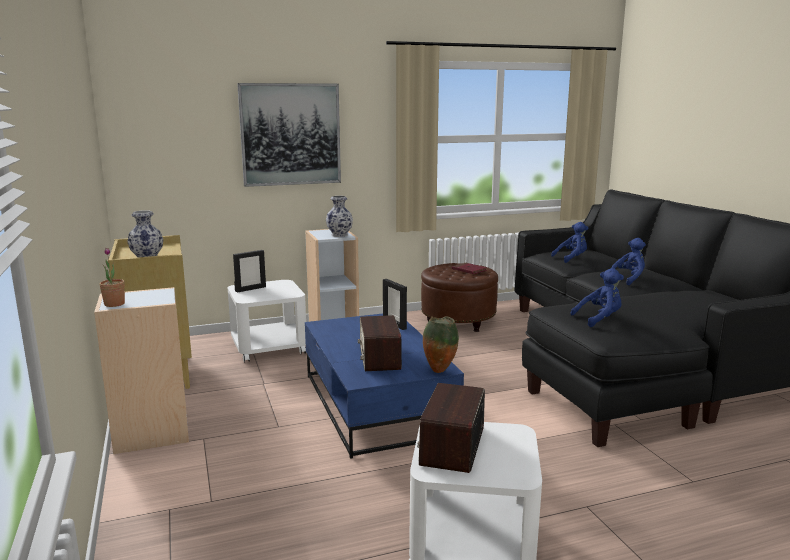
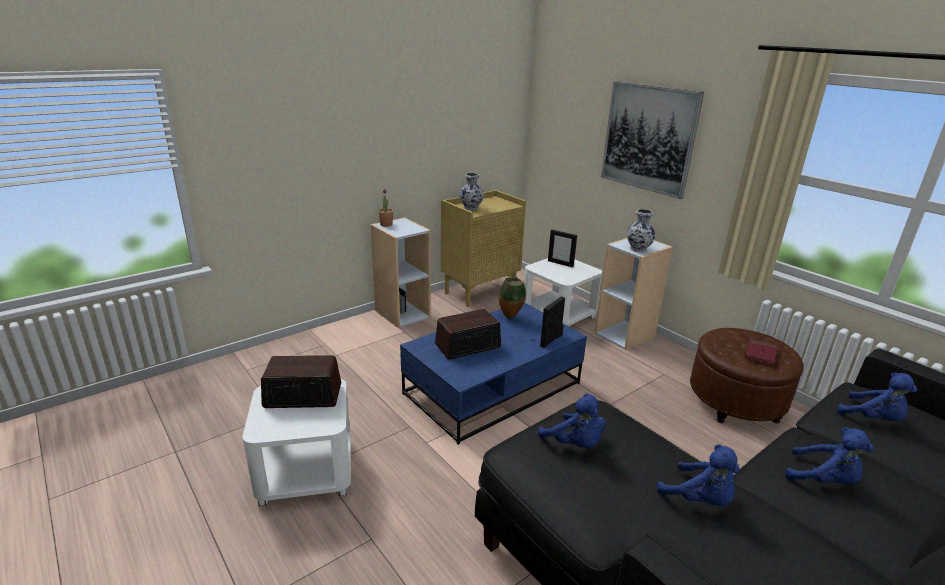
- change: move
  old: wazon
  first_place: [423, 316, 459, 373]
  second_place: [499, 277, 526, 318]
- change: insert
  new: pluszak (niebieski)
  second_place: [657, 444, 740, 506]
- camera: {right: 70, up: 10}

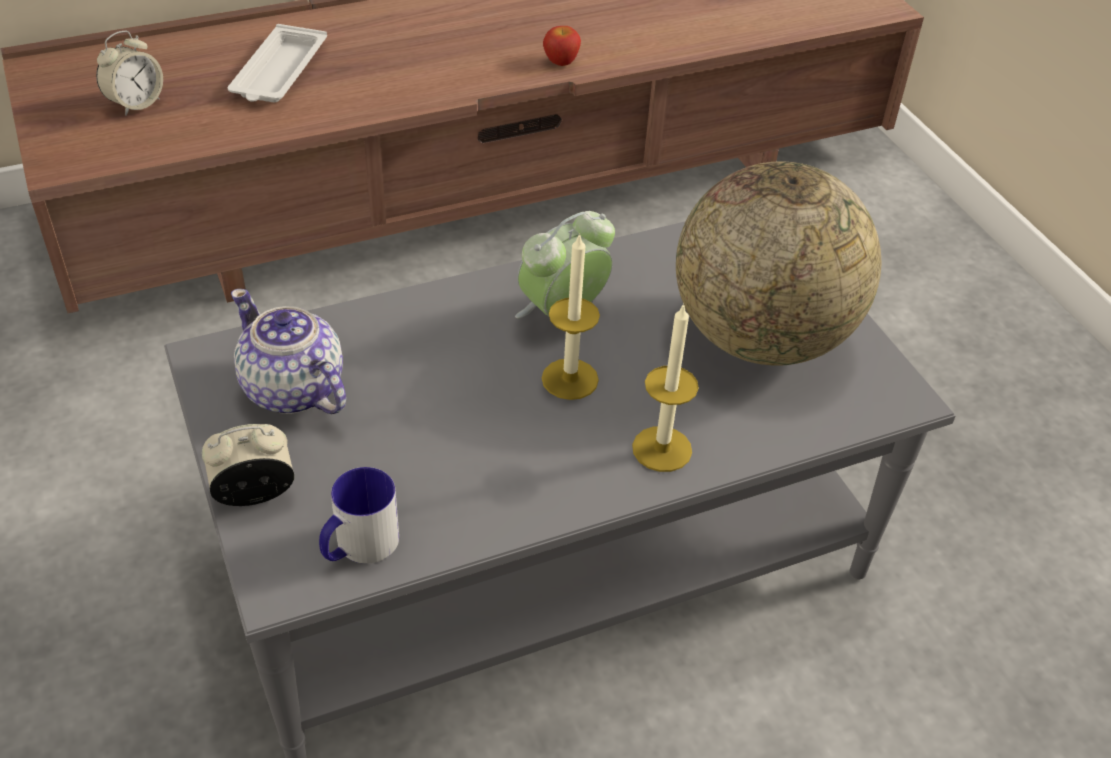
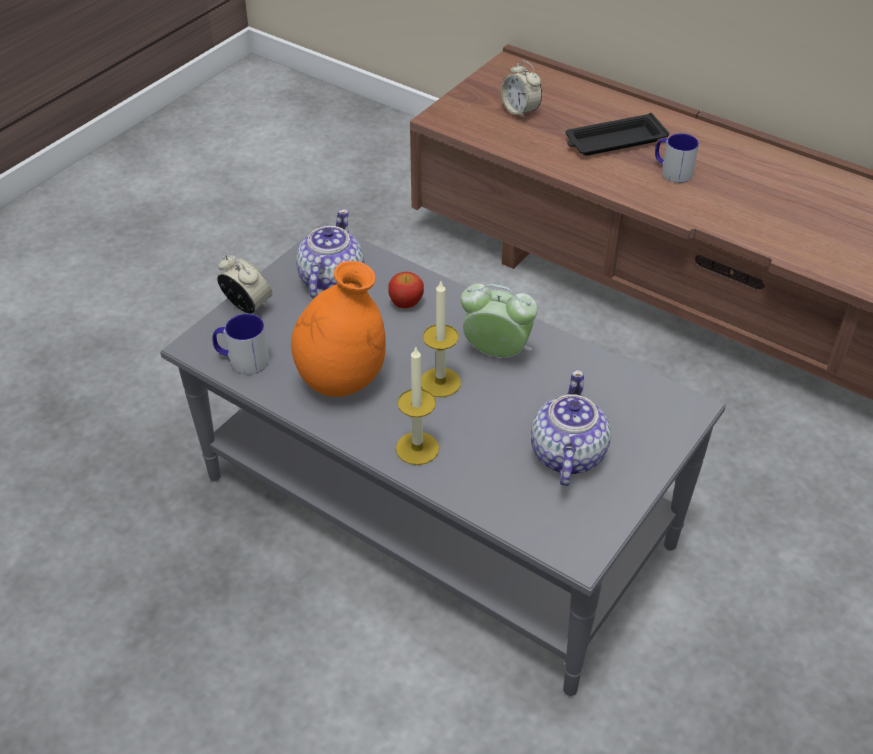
- change: rotate
  old: budzik
  first_place: [96, 31, 163, 116]
  second_place: [501, 60, 542, 119]
  degrees: 45
- change: recolor
  old: taca (biały)
  new: taca (czarny)
  first_place: [228, 24, 327, 102]
  second_place: [565, 113, 669, 156]
- change: move
  old: jabłko
  first_place: [543, 26, 581, 66]
  second_place: [388, 272, 424, 308]
- change: replace
  old: globus
  new: imbryk
  first_place: [676, 162, 881, 366]
  second_place: [531, 370, 611, 486]
- change: insert
  new: wazon (pomarańczowy)
  second_place: [291, 261, 386, 397]
- change: insert
  new: kubek
  second_place: [655, 133, 699, 183]
- camera: {right: 60, up: 0}

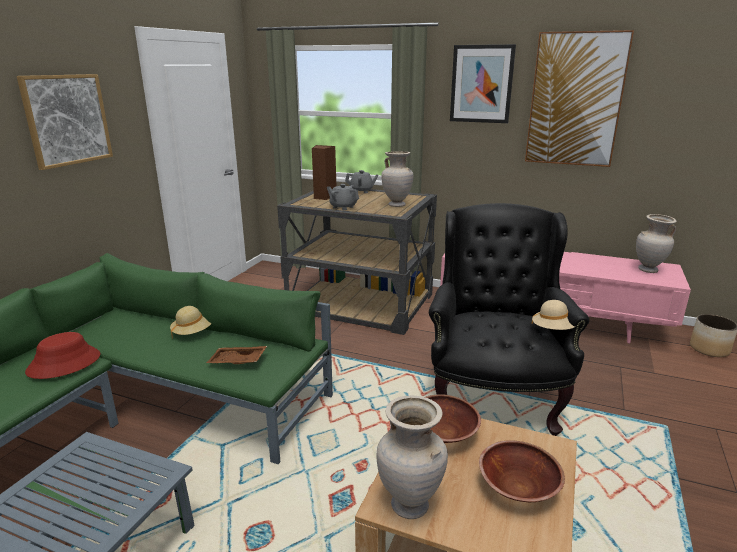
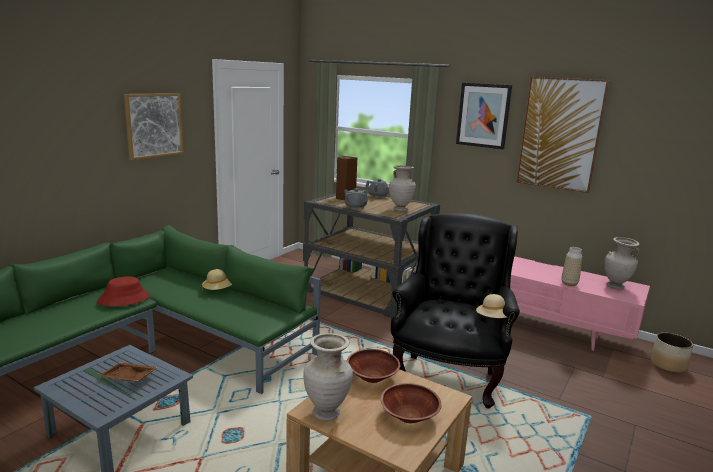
- change: move
  old: taca (brązowy)
  first_place: [206, 346, 267, 364]
  second_place: [99, 363, 157, 381]
- change: insert
  new: wazon
  second_place: [562, 247, 582, 286]
- camera: {right: 10, up: -5}

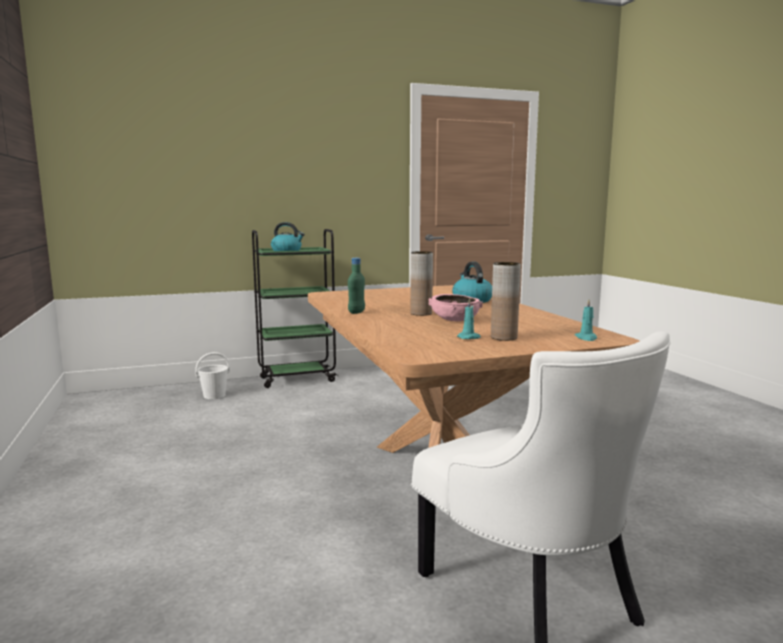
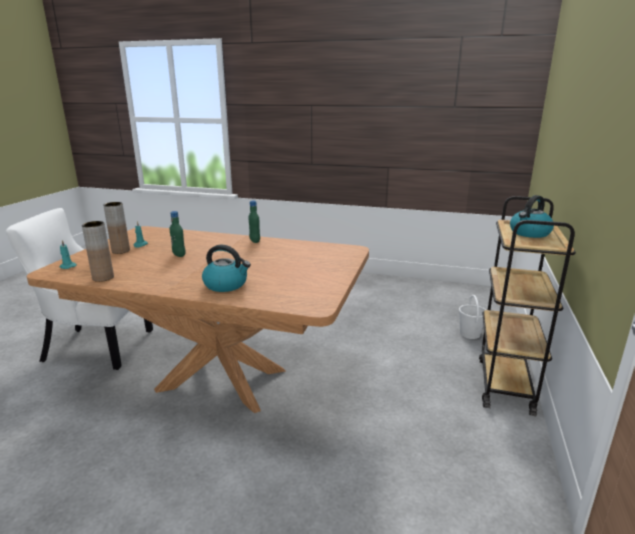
- change: recolor
  old: wózek (zielony)
  new: wózek (brązowy)
  first_place: [252, 229, 339, 388]
  second_place: [479, 196, 576, 416]
- change: move
  old: wazon (brązowy)
  first_place: [410, 251, 433, 316]
  second_place: [82, 221, 114, 282]
- change: replace
  old: miska (różowy)
  new: butelka (zielony)
  first_place: [429, 294, 483, 321]
  second_place: [170, 211, 186, 257]
- camera: {right: 125, up: 10}

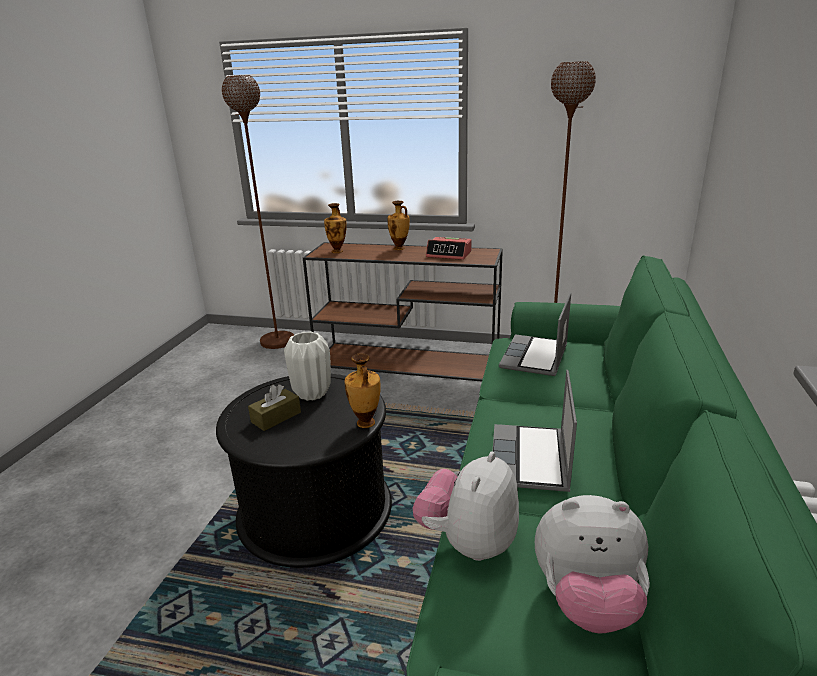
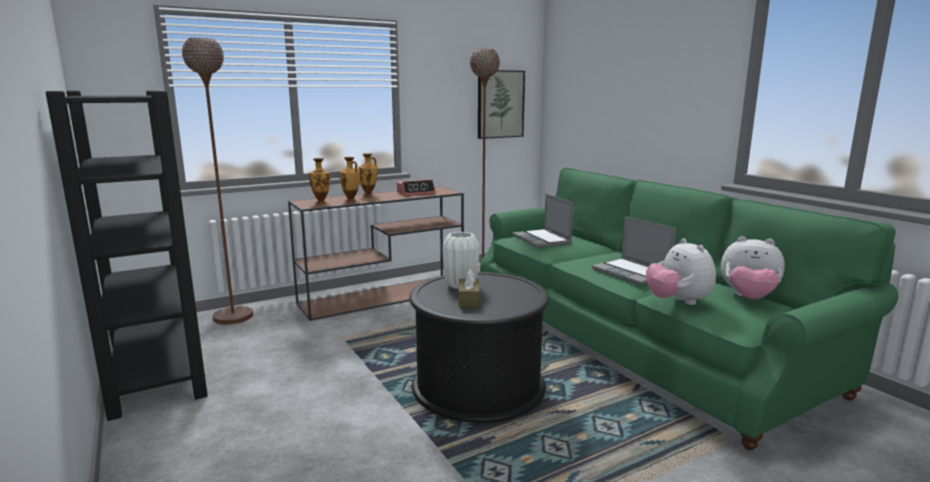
- change: move
  old: wazon
  first_place: [345, 353, 381, 428]
  second_place: [340, 157, 360, 202]
- change: rotate
  old: pluszak
  first_place: [535, 495, 650, 633]
  second_place: [721, 236, 785, 299]
  degrees: 60
- change: insert
  new: regał (czarny)
  second_place: [46, 91, 208, 421]
- change: insert
  new: obraz
  second_place: [478, 70, 525, 139]
- camera: {right: -45, up: -10}

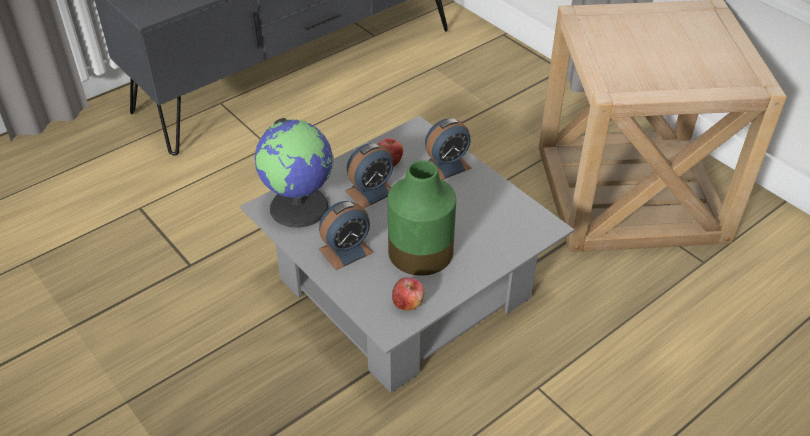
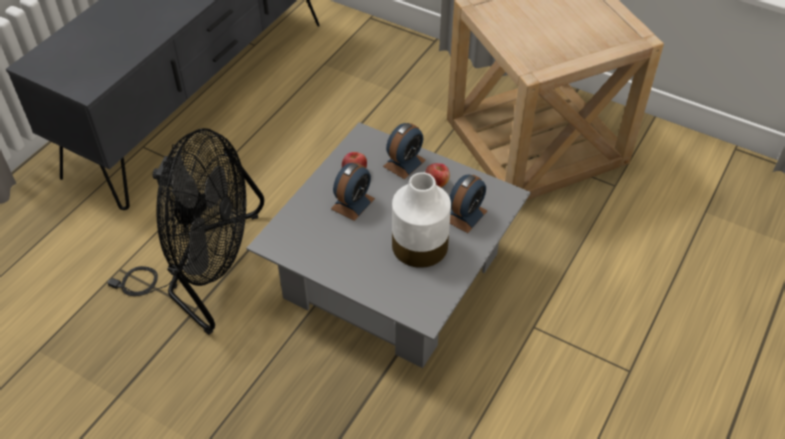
- change: delete
  old: globus
  first_place: [255, 118, 334, 228]
- change: move
  old: budzik
  first_place: [319, 201, 374, 270]
  second_place: [449, 174, 487, 233]
- change: recolor
  old: wazon (zielony)
  new: wazon (biały)
  first_place: [388, 160, 456, 276]
  second_place: [392, 172, 451, 268]
- change: move
  old: jabłko
  first_place: [392, 277, 425, 311]
  second_place: [425, 163, 450, 187]
- change: insert
  new: wentylator (czarny)
  second_place: [107, 128, 264, 335]
- camera: {right: -20, up: 5}

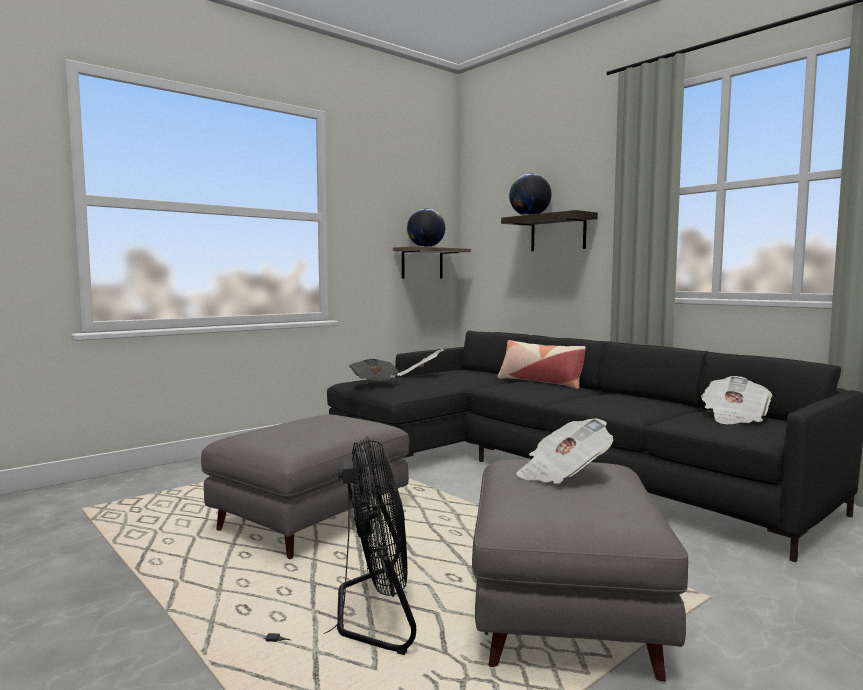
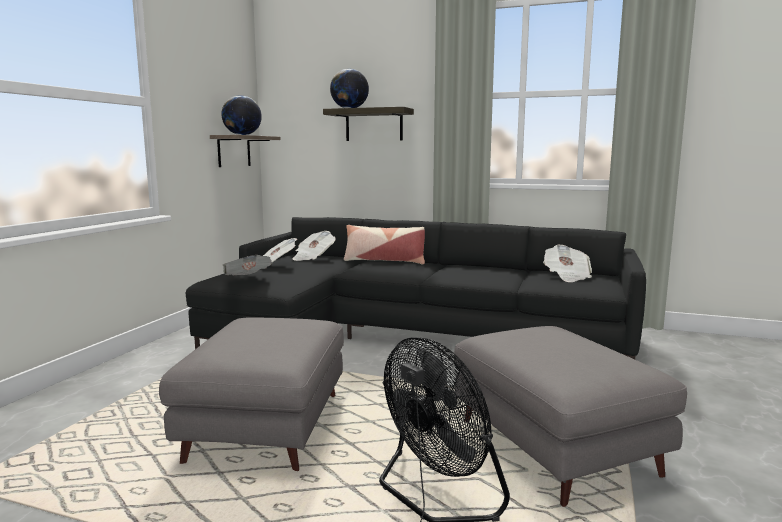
- change: move
  old: gazeta
  first_place: [516, 418, 613, 484]
  second_place: [292, 231, 336, 261]
- camera: {right: -30, up: 5}

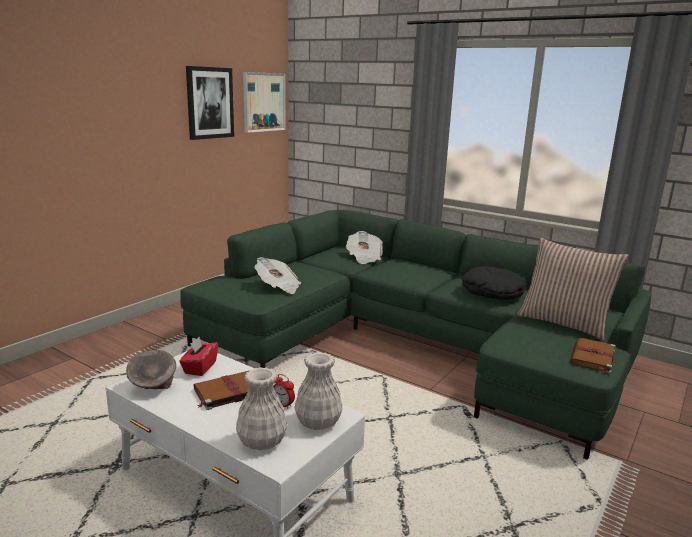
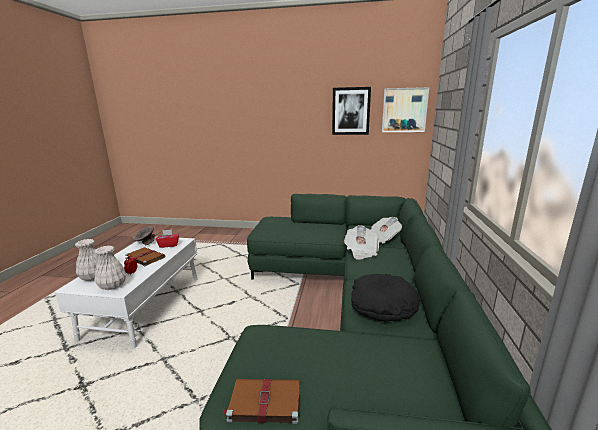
- change: move
  old: gazeta
  first_place: [254, 257, 301, 294]
  second_place: [344, 225, 380, 260]
- change: delete
  old: poduszka
  first_place: [517, 238, 629, 340]
- camera: {right: 65, up: 0}

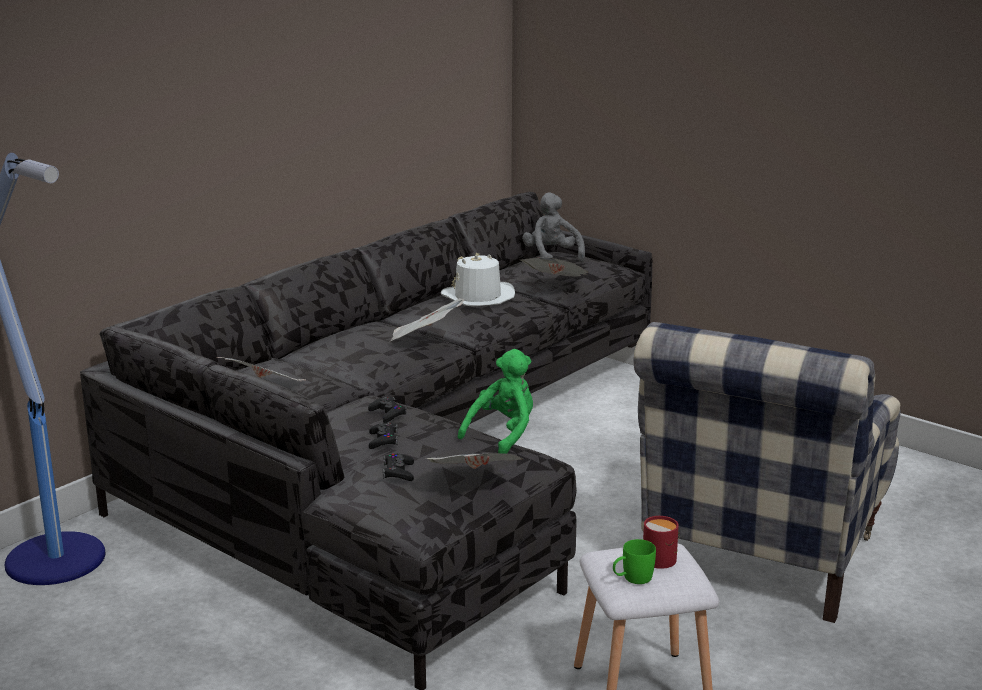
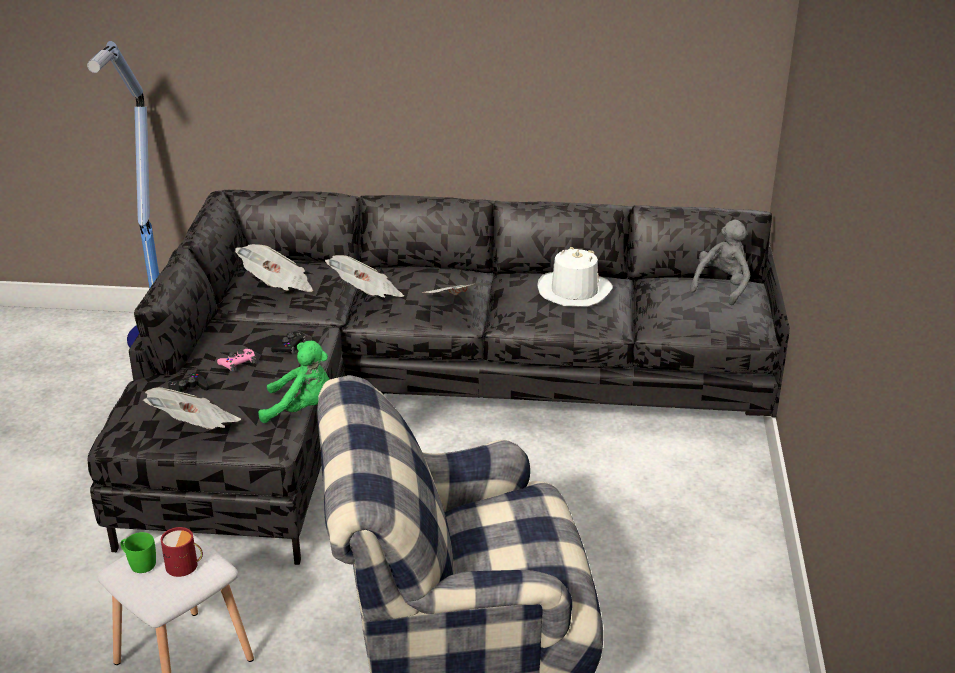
- change: recolor
  old: pad do gier (czarny)
  new: pad do gier (różowy)
  first_place: [369, 422, 398, 449]
  second_place: [217, 349, 256, 371]
- change: move
  old: gazeta
  first_place: [520, 258, 589, 277]
  second_place: [325, 255, 405, 298]
- camera: {right: 55, up: 10}

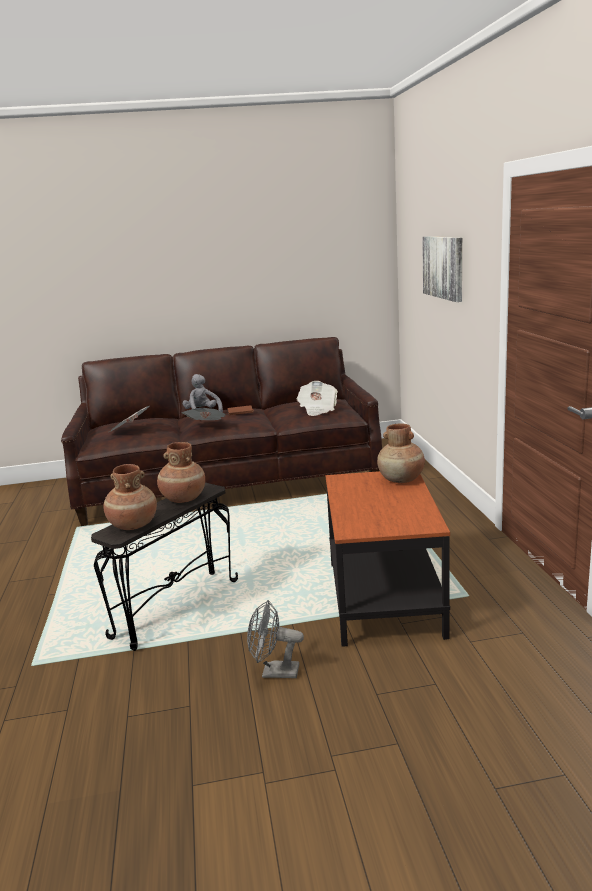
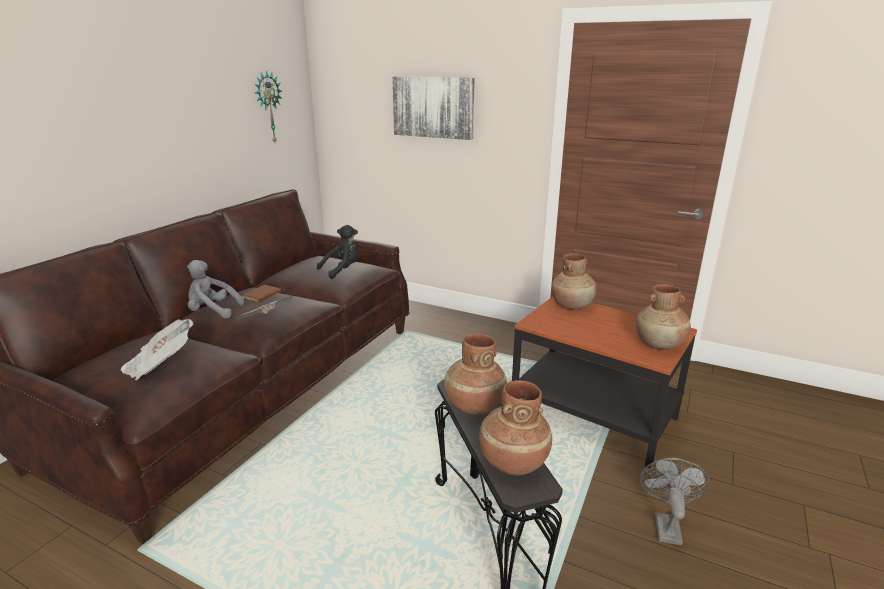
- change: rotate
  old: wentylator (szary)
  first_place: [247, 600, 304, 678]
  second_place: [640, 458, 710, 545]
  degrees: 150
- change: replace
  old: gazeta
  new: pluszak (czarny)
  first_place: [296, 381, 338, 416]
  second_place: [317, 225, 359, 279]
- change: insert
  new: zegar ścienny
  second_place: [254, 70, 282, 142]
- change: insert
  new: wazon (brązowy)
  second_place: [636, 284, 691, 350]
- camera: {right: -55, up: 5}

